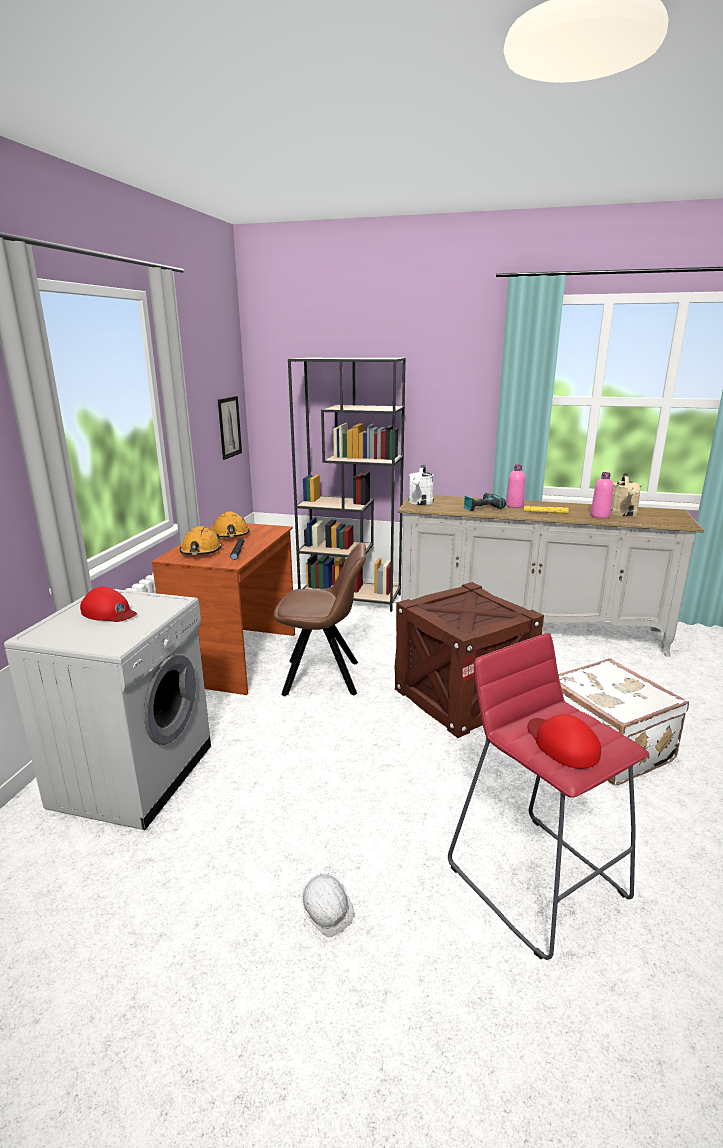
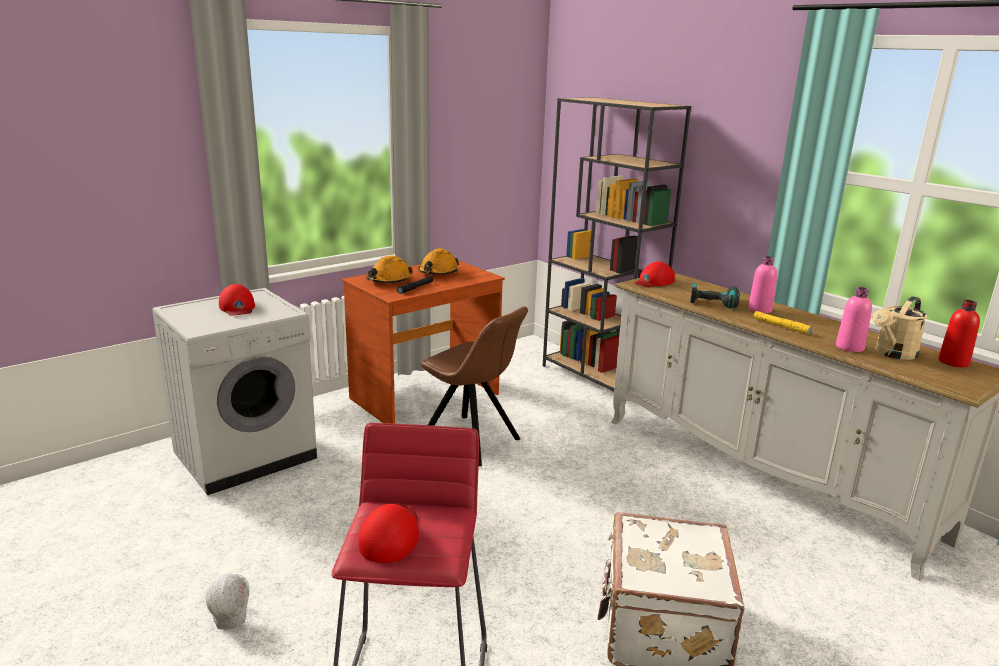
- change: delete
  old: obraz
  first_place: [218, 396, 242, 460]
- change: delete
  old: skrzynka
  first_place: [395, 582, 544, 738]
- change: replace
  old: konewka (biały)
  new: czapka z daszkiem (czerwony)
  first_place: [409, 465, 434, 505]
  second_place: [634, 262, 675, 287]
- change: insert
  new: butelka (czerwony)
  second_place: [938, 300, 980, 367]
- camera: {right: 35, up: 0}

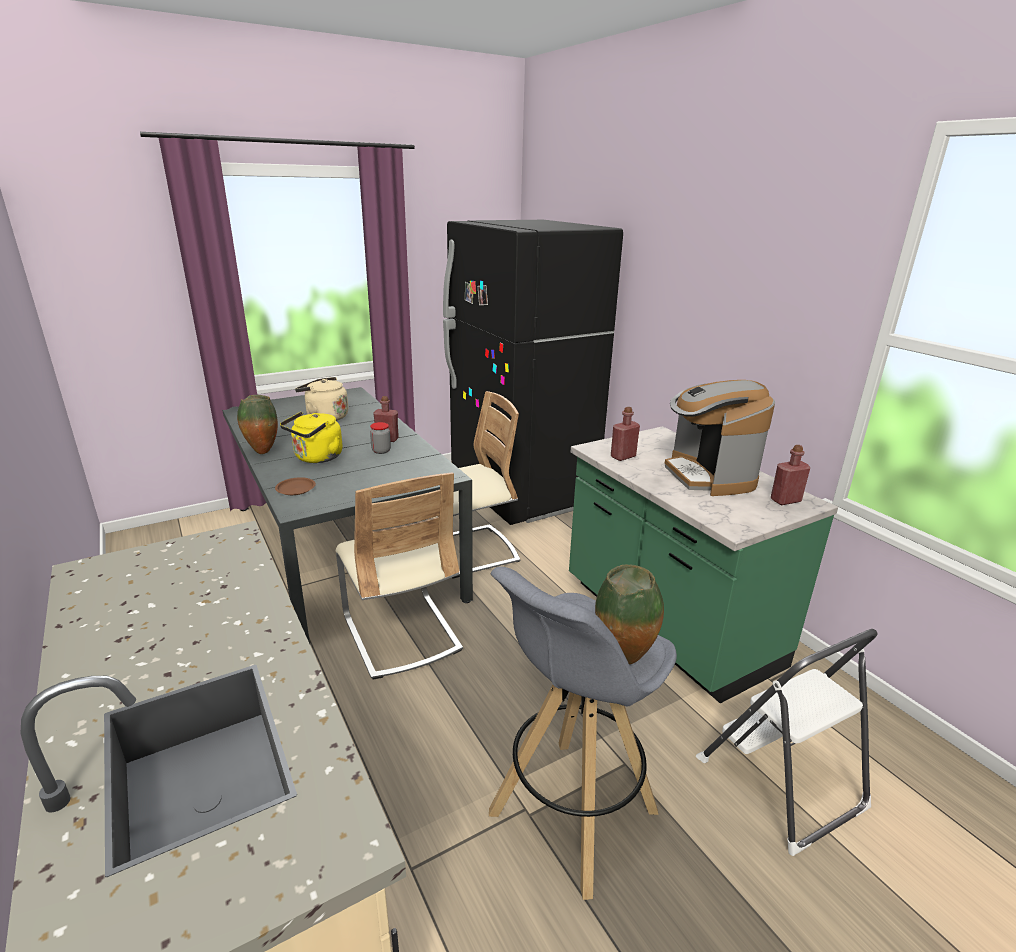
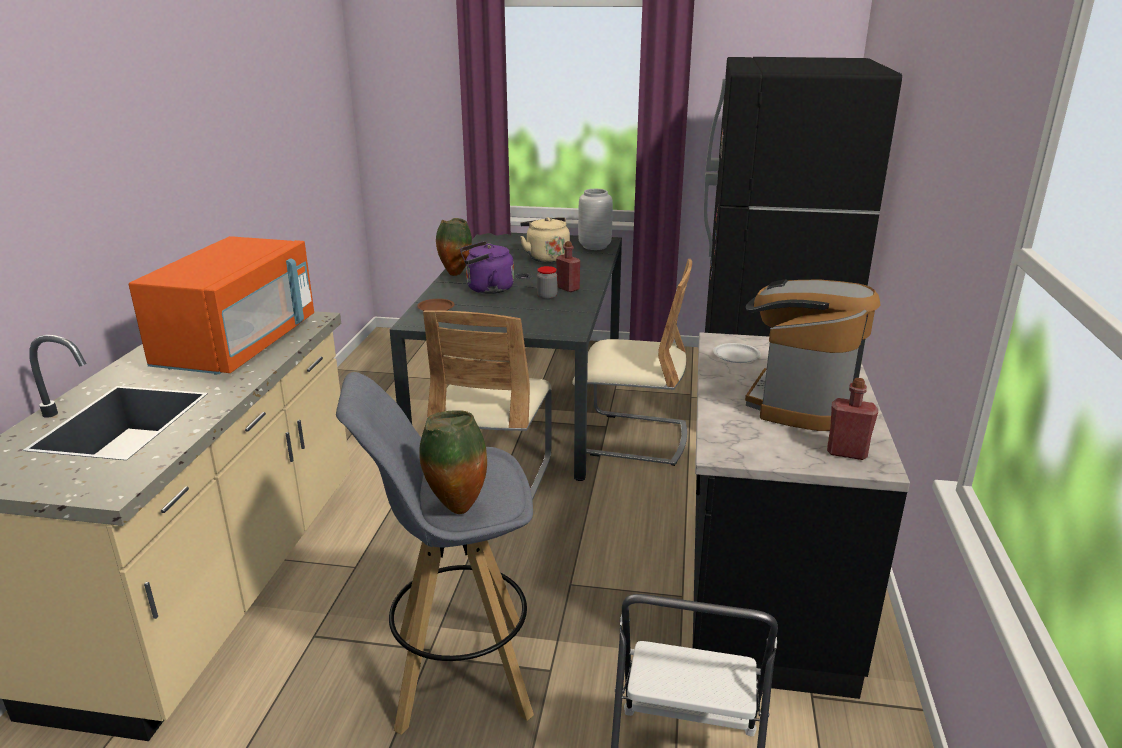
- change: recolor
  old: czajnik (żółty)
  new: czajnik (fioletowy)
  first_place: [280, 411, 343, 463]
  second_place: [460, 241, 514, 294]
- change: recolor
  old: zabudowa kuchenna (zielony)
  new: zabudowa kuchenna (czarny)
  first_place: [569, 426, 838, 703]
  second_place: [693, 332, 910, 699]
- change: replace
  old: butelka (czerwony)
  new: talerz (biały)
  first_place: [611, 407, 640, 461]
  second_place: [713, 343, 761, 363]
- change: insert
  new: mikrofalówka (pomarańczowy)
  second_place: [129, 236, 314, 375]
- change: insert
  new: wazon (szary)
  second_place: [578, 189, 613, 250]
- camera: {right: 40, up: 0}

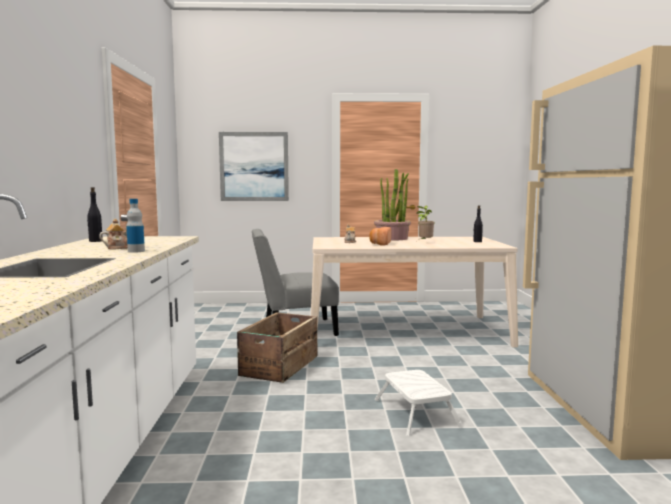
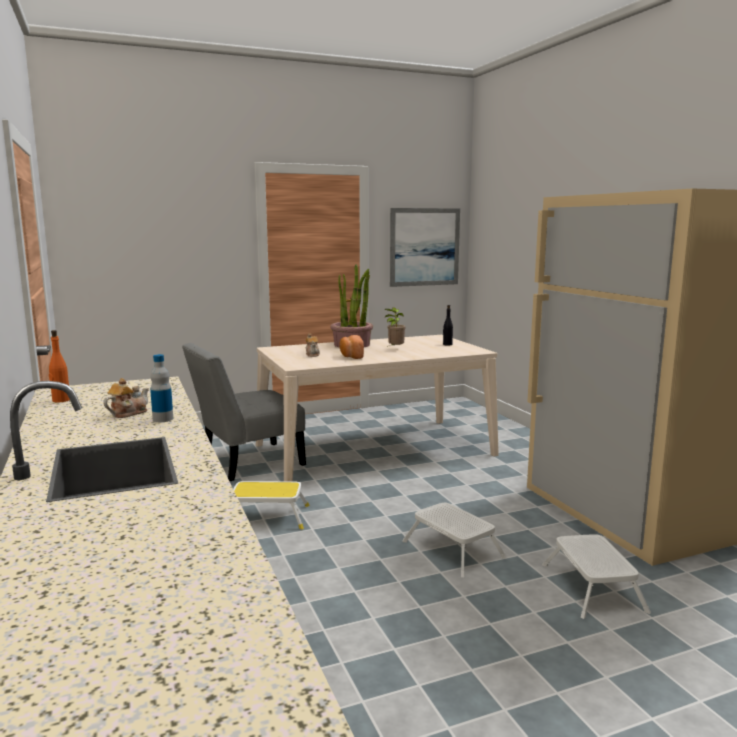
- change: recolor
  old: butelka (czarny)
  new: butelka (pomarańczowy)
  first_place: [87, 187, 103, 242]
  second_place: [49, 330, 70, 403]
- change: move
  old: obraz
  first_place: [219, 132, 289, 201]
  second_place: [390, 208, 460, 287]
- change: replace
  old: skrzynka
  new: drabinka (żółty)
  first_place: [237, 312, 317, 383]
  second_place: [233, 481, 310, 529]
- change: insert
  new: drabinka (biały)
  second_place: [542, 534, 651, 619]
- camera: {right: -20, up: 5}

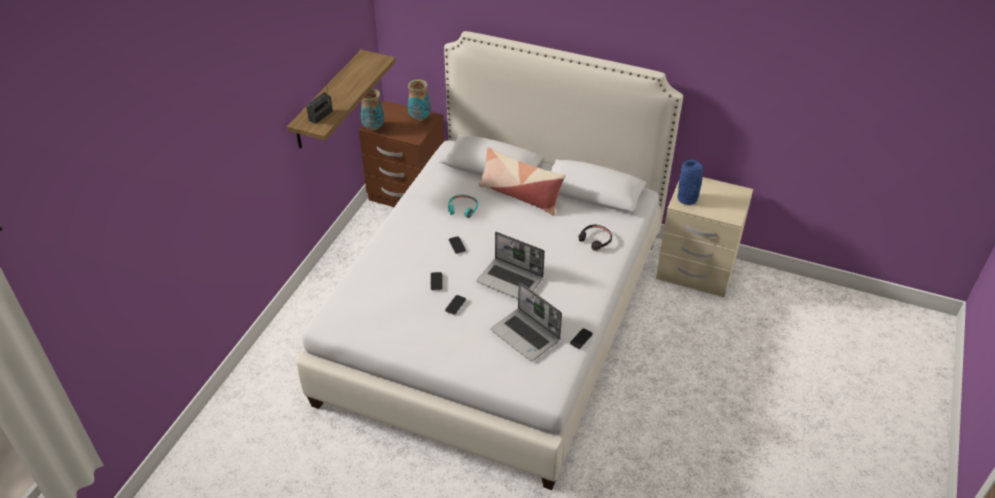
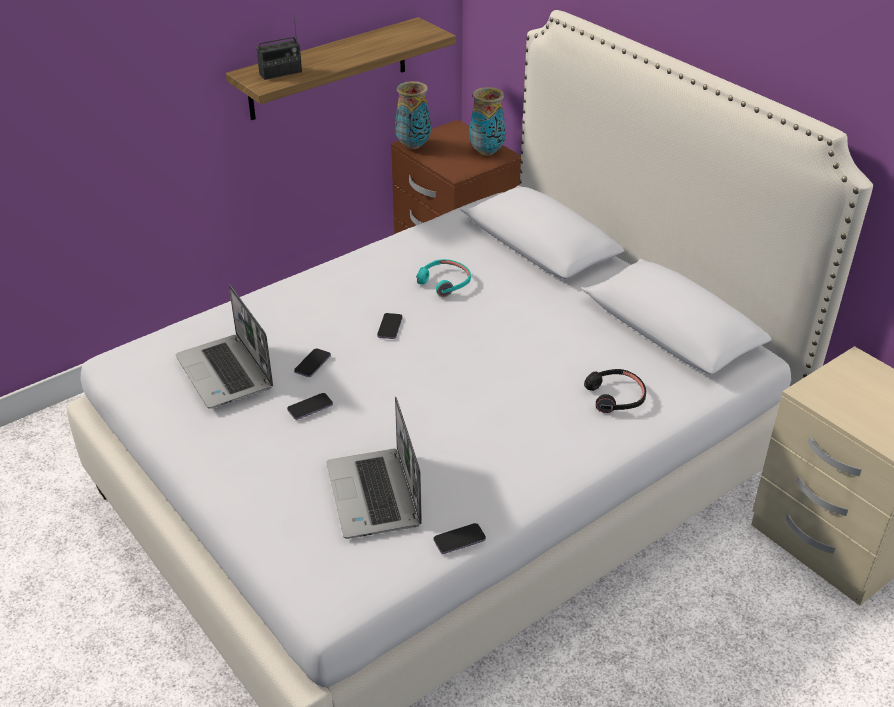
- change: move
  old: laptop
  first_place: [477, 232, 545, 299]
  second_place: [176, 284, 273, 409]
- change: delete
  old: poduszka
  first_place: [479, 147, 566, 216]
- change: delete
  old: wazon (niebieski)
  first_place: [677, 160, 703, 205]
- camera: {right: 30, up: -5}

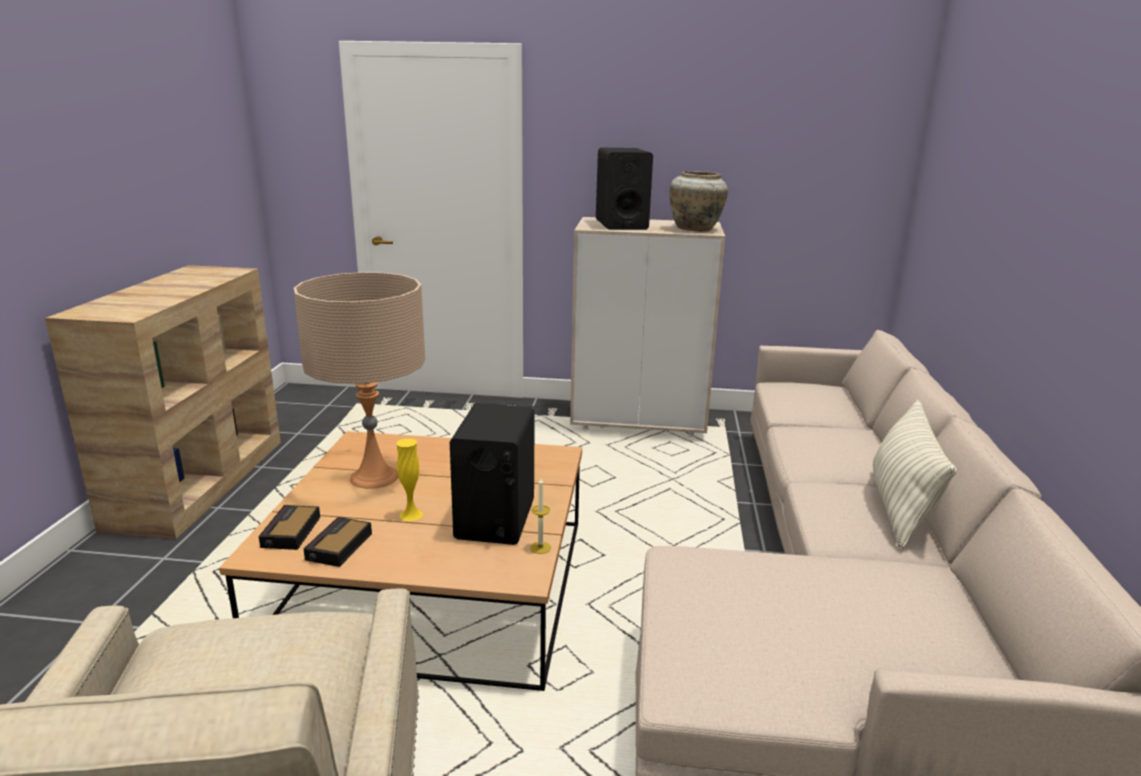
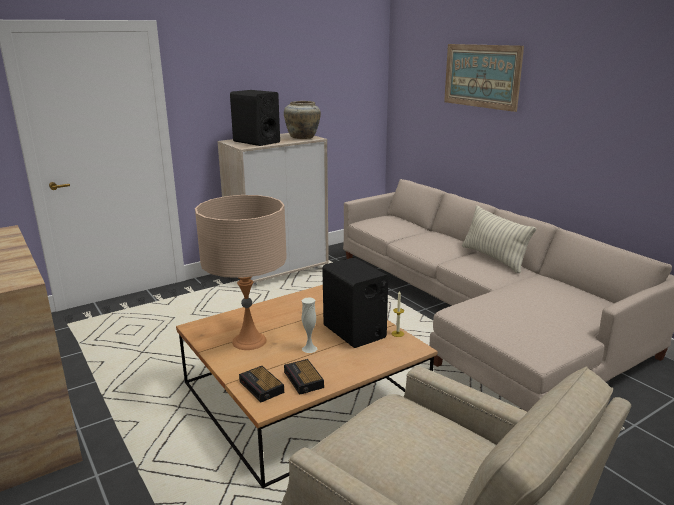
- change: recolor
  old: wazon (żółty)
  new: wazon (biały)
  first_place: [396, 438, 423, 521]
  second_place: [301, 298, 317, 353]
- change: insert
  new: obraz
  second_place: [444, 44, 524, 112]
- camera: {right: -40, up: 0}

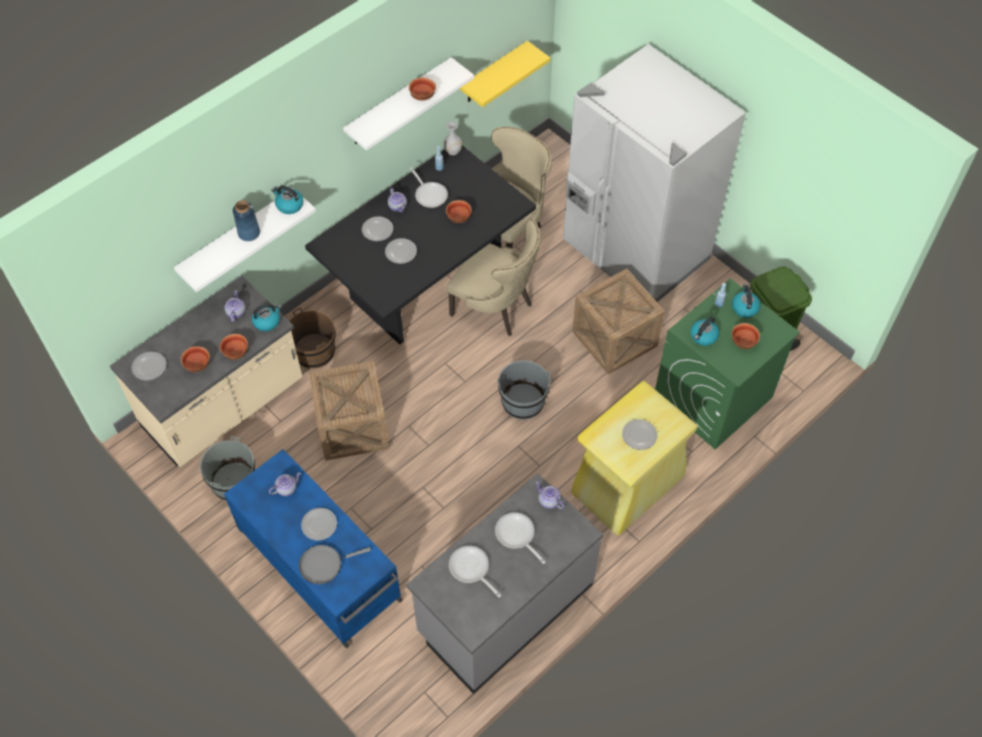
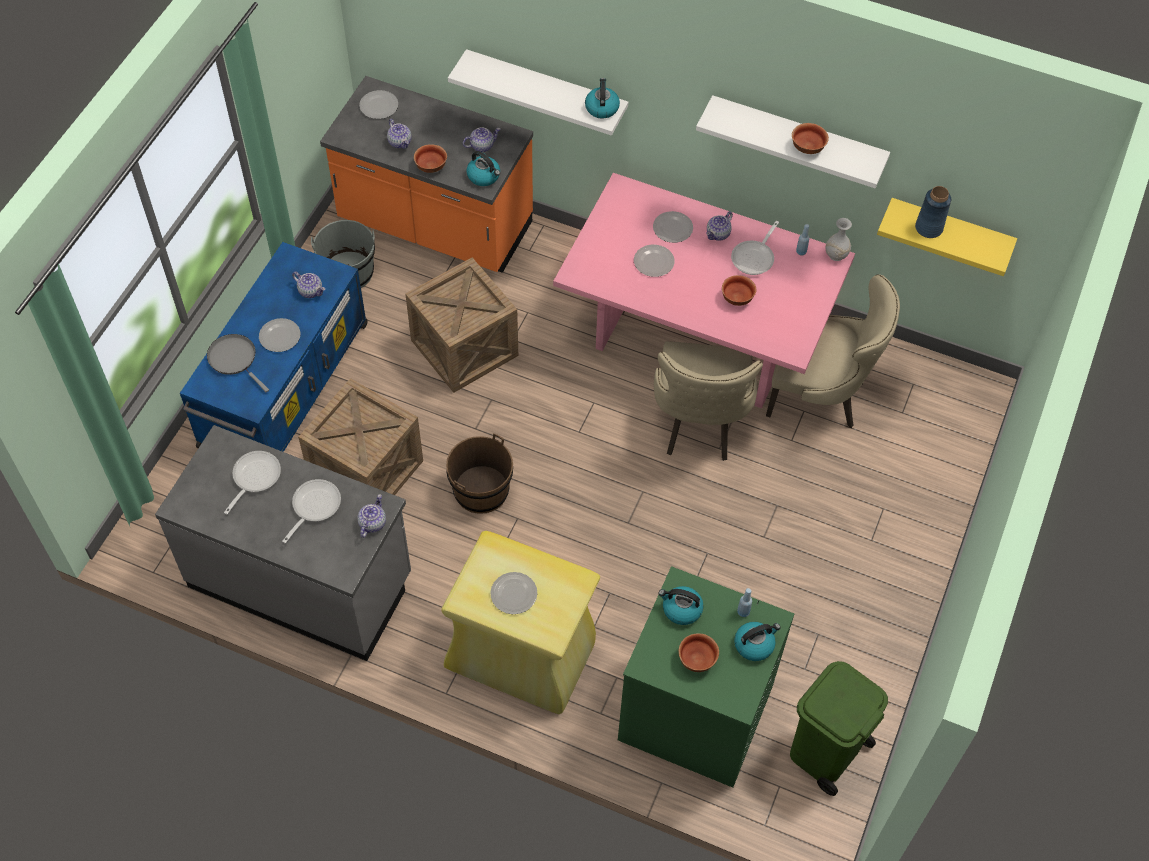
- change: recolor
  old: zabudowa kuchenna (beżowy)
  new: zabudowa kuchenna (pomarańczowy)
  first_place: [110, 276, 302, 467]
  second_place: [320, 76, 533, 273]
- change: replace
  old: miska
  new: imbryk
  first_place: [181, 346, 210, 372]
  second_place: [387, 119, 412, 149]
- change: move
  old: wazon (niebieski)
  first_place: [233, 200, 260, 241]
  second_place: [915, 186, 951, 238]
- change: move
  old: wiadro (brązowy)
  first_place: [289, 308, 336, 368]
  second_place: [446, 433, 513, 514]
- change: recolor
  old: stół jadalny (czarny)
  new: stół jadalny (różowy)
  first_place: [305, 145, 536, 345]
  second_place: [553, 173, 855, 408]
- change: delete
  old: wiadro (szary)
  first_place: [497, 360, 551, 420]
- change: delete
  old: lodówka (biały)
  first_place: [563, 44, 746, 302]
- change: move
  old: skrzynka
  first_place: [572, 268, 665, 374]
  second_place: [298, 378, 423, 495]
- camera: {right: 65, up: 0}

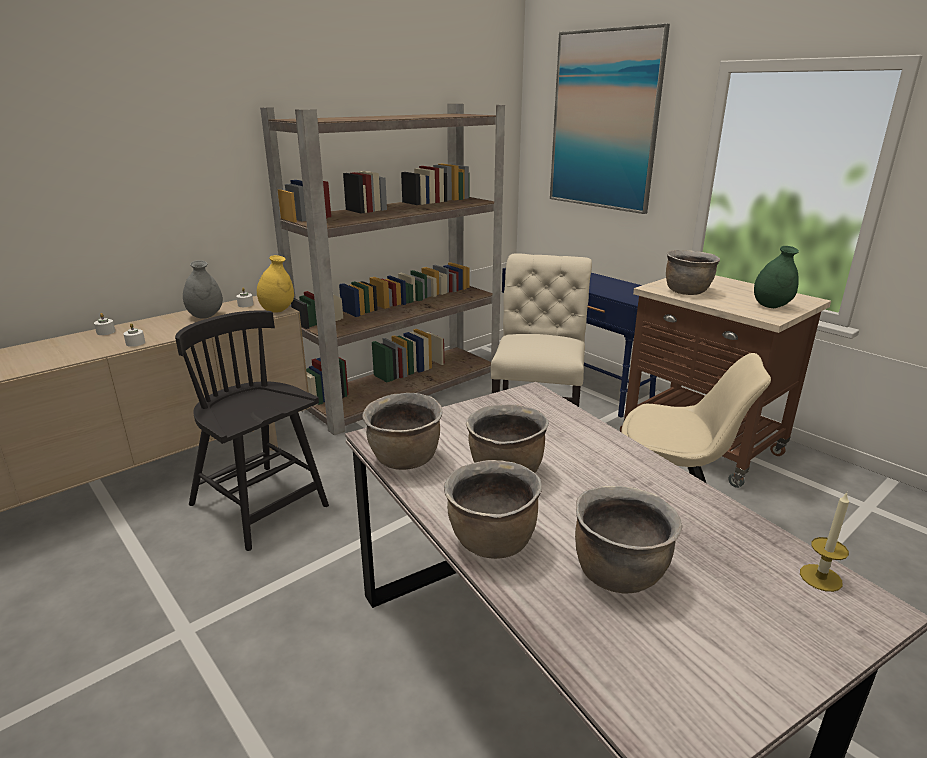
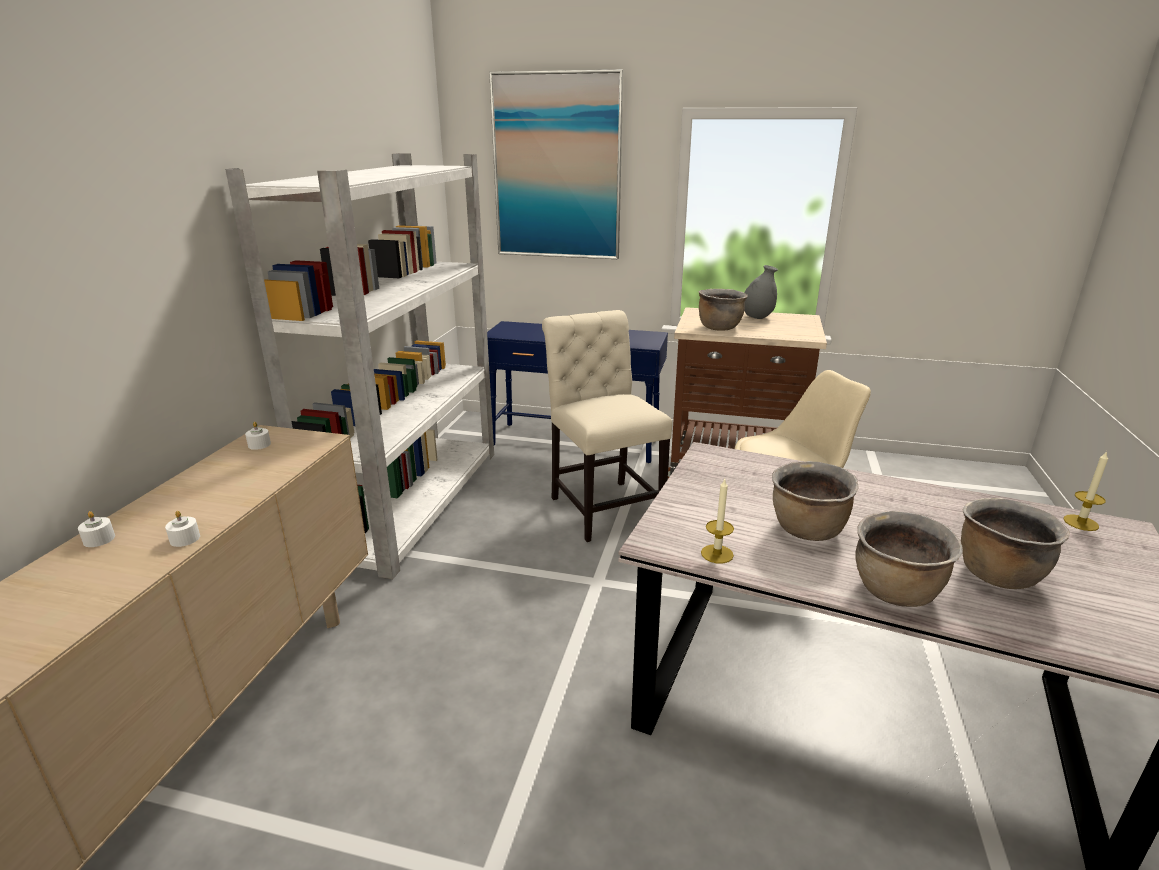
- change: delete
  old: krzesło (czarny)
  first_place: [175, 310, 329, 551]
- change: move
  old: wazon (szary)
  first_place: [183, 260, 223, 319]
  second_place: [744, 265, 778, 319]
- change: delete
  old: wazon (żółty)
  first_place: [257, 255, 294, 313]
- change: recolor
  old: regał (brązowy)
  new: regał (biały)
  first_place: [260, 104, 505, 435]
  second_place: [225, 153, 494, 579]
- change: replace
  old: garnek (brązowy)
  new: świeca
  first_place: [362, 393, 442, 470]
  second_place: [701, 479, 734, 564]
- change: delete
  old: wazon (zielony)
  first_place: [754, 246, 799, 308]
- camera: {right: -35, up: 0}

